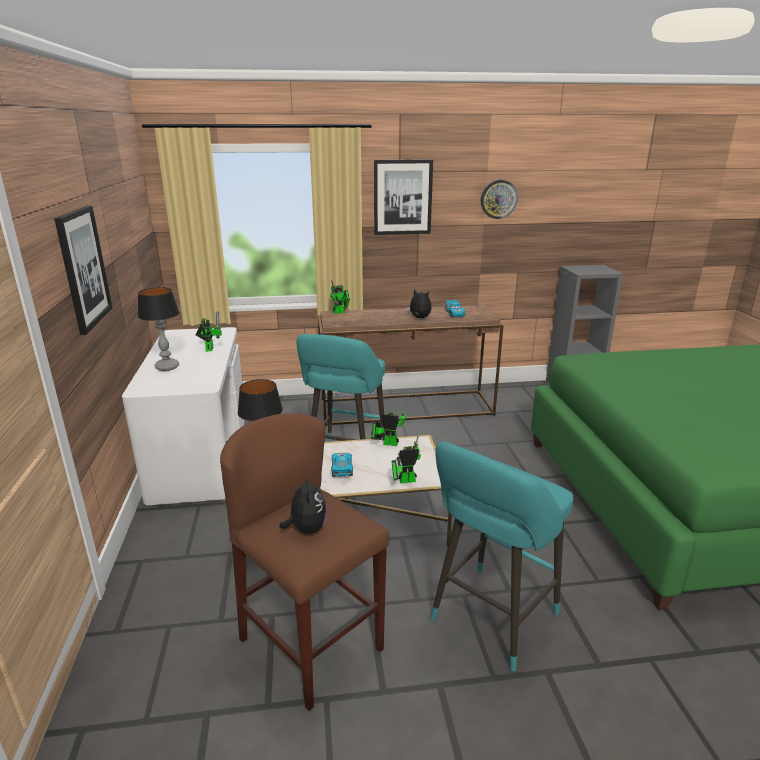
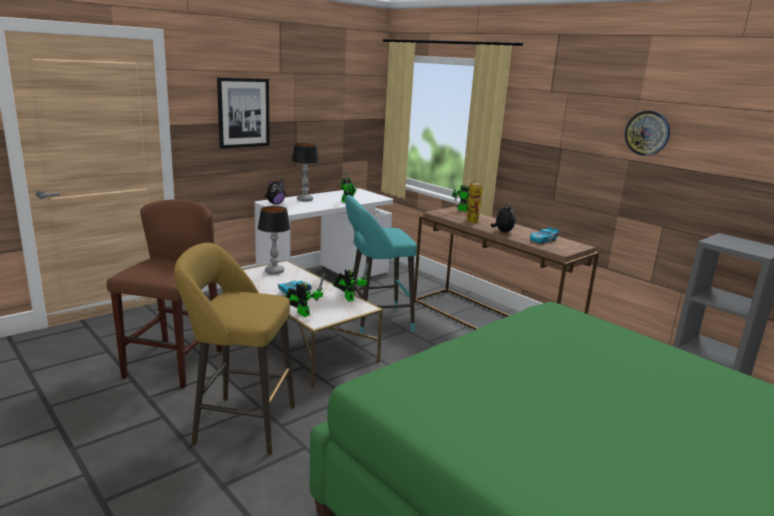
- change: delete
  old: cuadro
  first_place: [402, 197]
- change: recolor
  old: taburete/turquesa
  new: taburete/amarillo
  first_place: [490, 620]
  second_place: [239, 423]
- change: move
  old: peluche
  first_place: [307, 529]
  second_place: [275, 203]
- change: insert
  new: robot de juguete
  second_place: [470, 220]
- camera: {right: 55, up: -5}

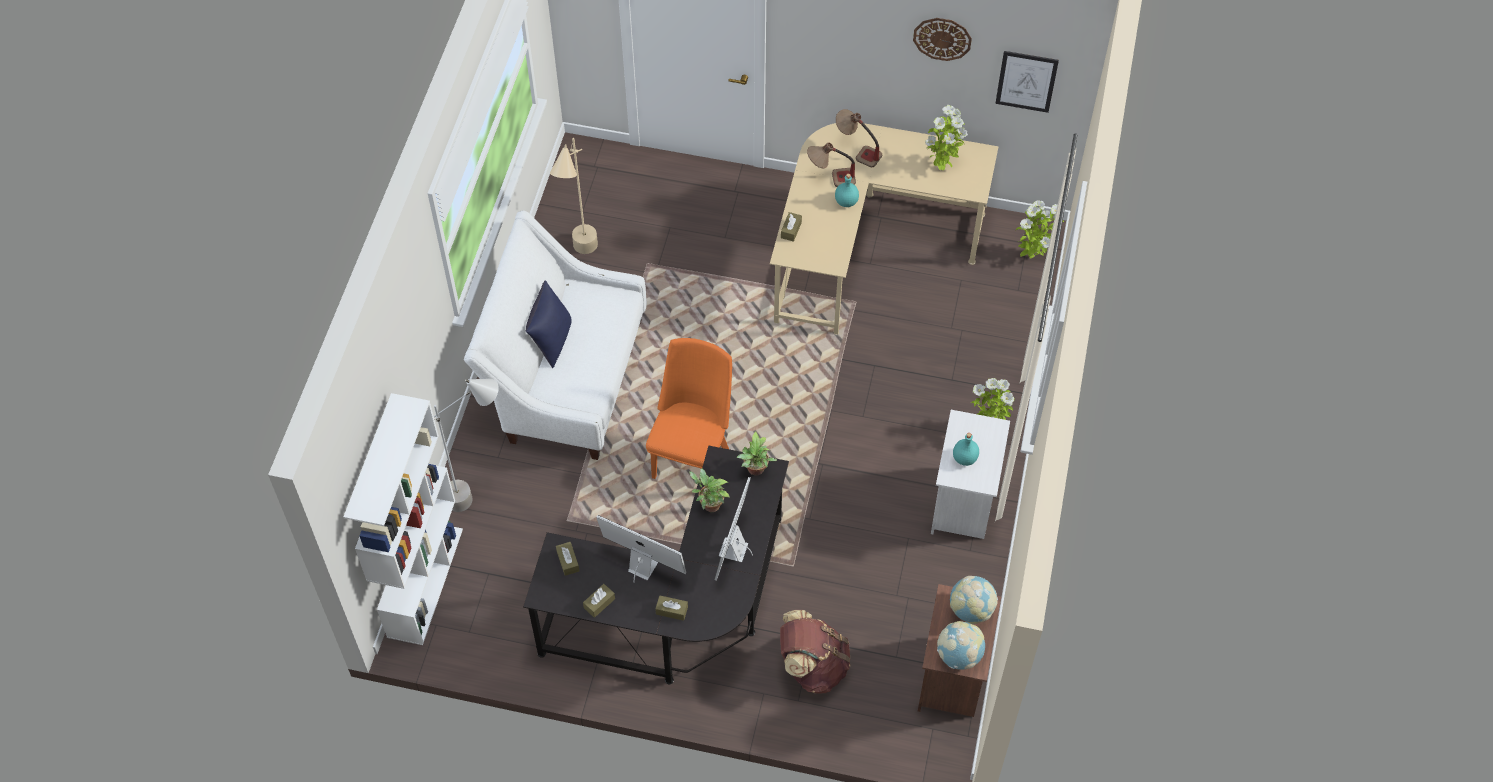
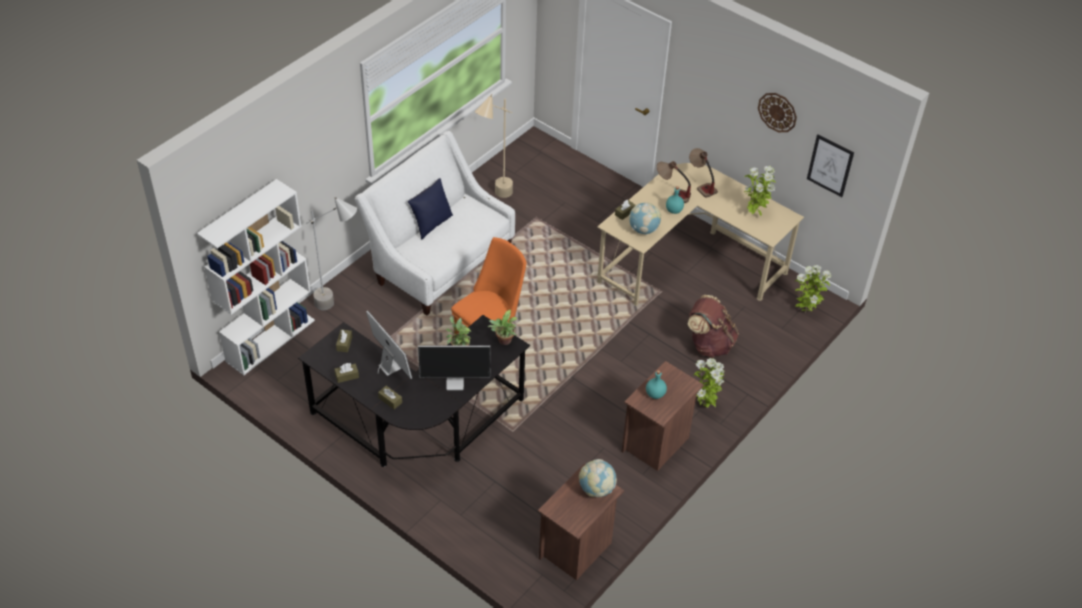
- change: recolor
  old: mesita de noche/blanco
  new: mesita de noche/marrón
  first_place: [963, 505]
  second_place: [656, 444]
- change: rotate
  old: monitor
  first_place: [733, 551]
  second_place: [455, 382]
  degrees: -135
- change: move
  old: mochila/marrón
  first_place: [812, 666]
  second_place: [709, 344]
- change: move
  old: globo terráqueo
  first_place: [959, 655]
  second_place: [643, 229]
- camera: {right: 25, up: -10}

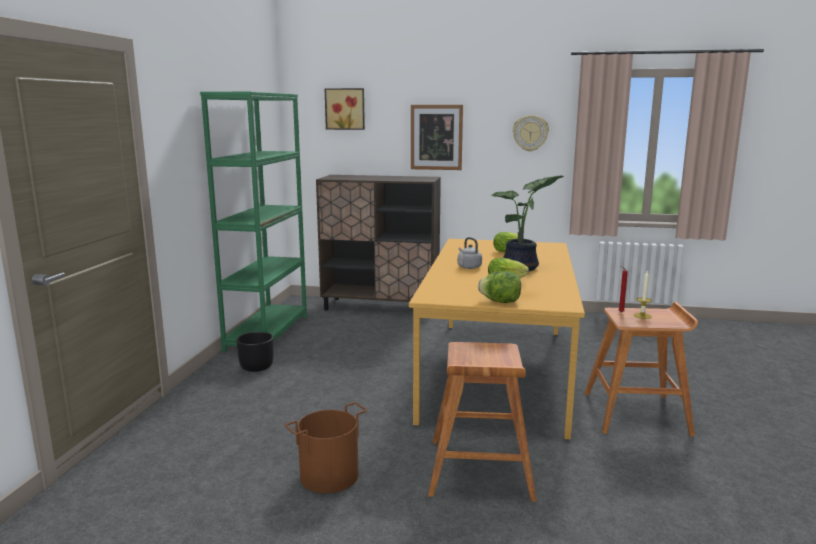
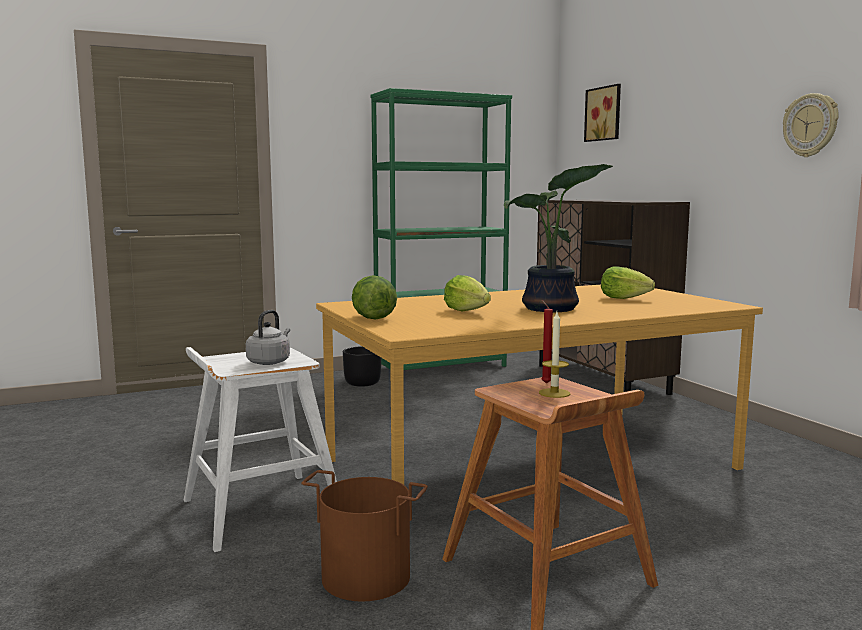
- change: delete
  old: cuadro
  first_place: [436, 137]
- change: move
  old: hervidor/gris
  first_place: [468, 267]
  second_place: [270, 362]
- change: recolor
  old: taburete/marrón
  new: taburete/blanco
  first_place: [480, 469]
  second_place: [260, 510]
- change: move
  old: cubo/marrón
  first_place: [329, 475]
  second_place: [366, 576]
- camera: {right: 55, up: -5}

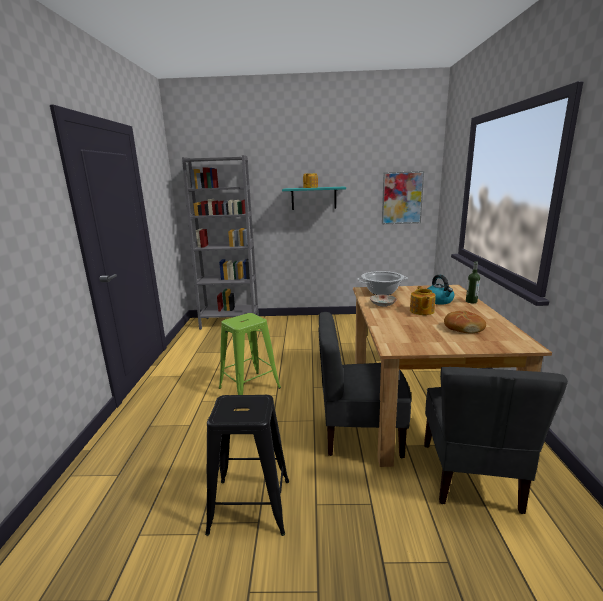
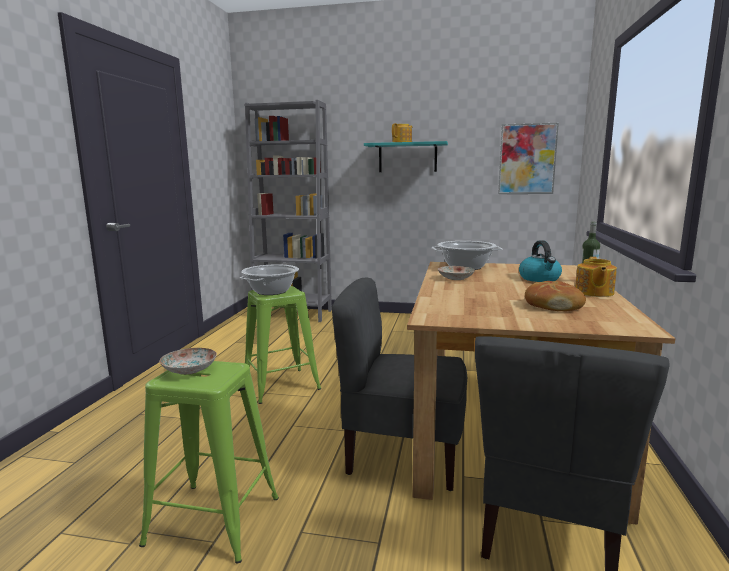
- change: move
  old: tetera
  first_place: [421, 311]
  second_place: [593, 292]
- change: recolor
  old: taburete/negro
  new: taburete/verde
  first_place: [251, 506]
  second_place: [214, 521]
- change: insert
  new: olla
  second_place: [271, 291]
- change: insert
  new: plato
  second_place: [190, 369]
- camera: {right: 10, up: -5}

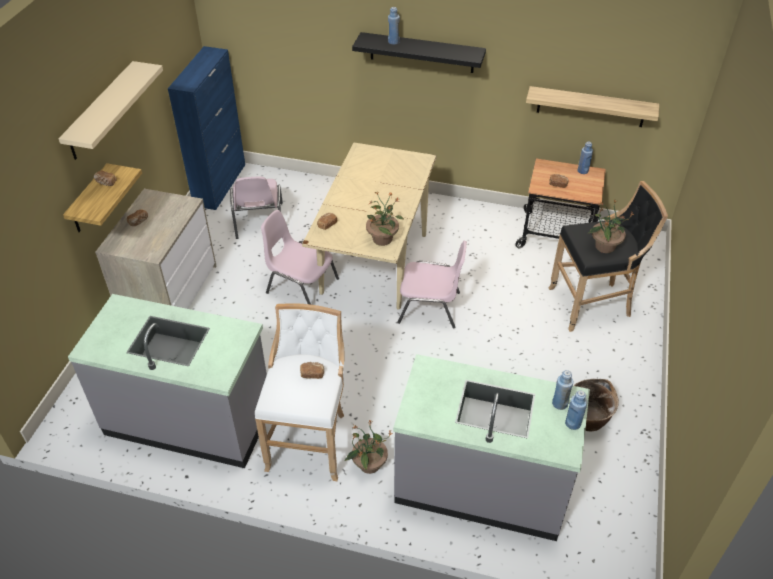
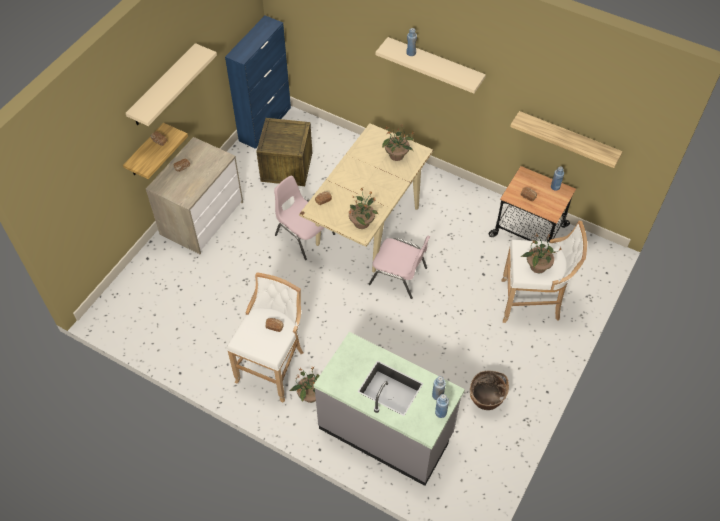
- change: recolor
  old: estante/negro
  new: estante/beis
  first_place: [422, 52]
  second_place: [435, 64]
- change: replace
  old: silla/rosa
  new: caja de embalaje
  first_place: [258, 221]
  second_place: [286, 167]
- change: recolor
  old: taburete/negro
  new: taburete/blanco
  first_place: [592, 304]
  second_place: [532, 302]
- change: delete
  old: mueble bajo de cocina/gris
  first_place: [190, 419]
- change: insert
  new: planta en maceta
  second_place: [397, 155]
- camera: {right: 15, up: 10}

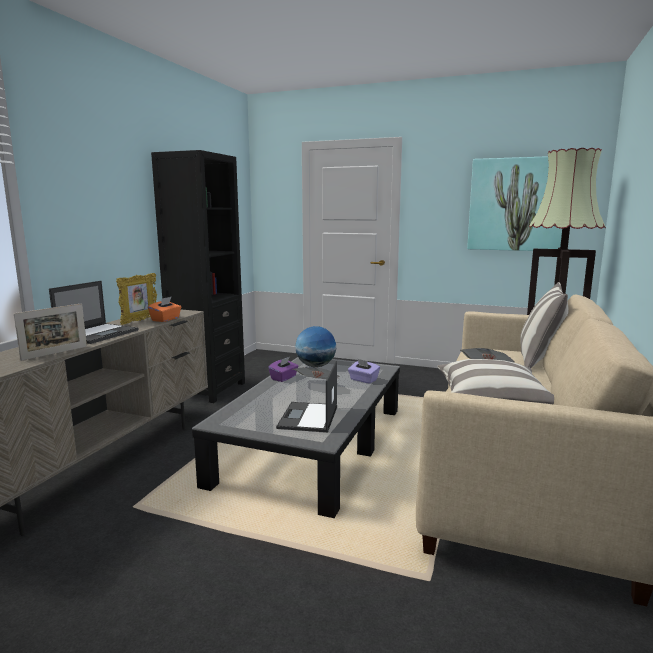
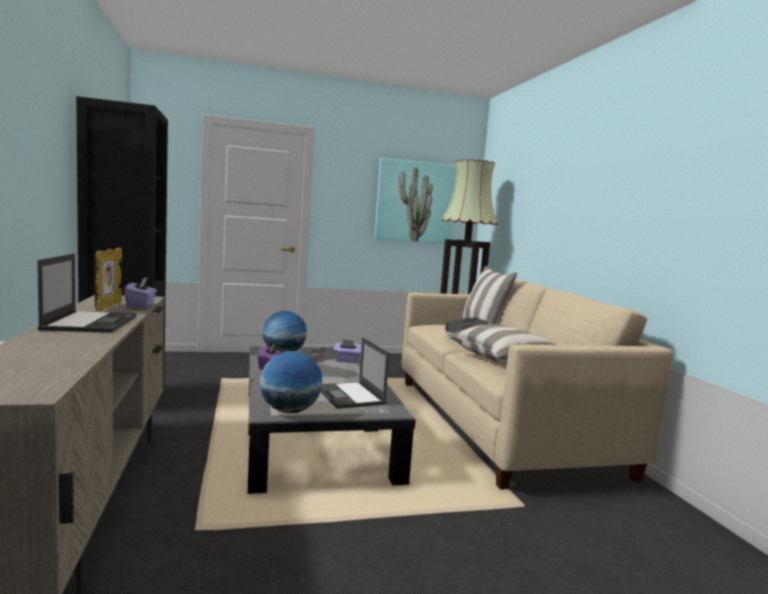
- change: recolor
  old: caja de pañuelos/naranja
  new: caja de pañuelos/morado
  first_place: [166, 319]
  second_place: [141, 305]
- change: delete
  old: portarretratos
  first_place: [55, 353]
- change: insert
  new: globo terráqueo
  second_place: [290, 411]
- camera: {right: -35, up: -5}

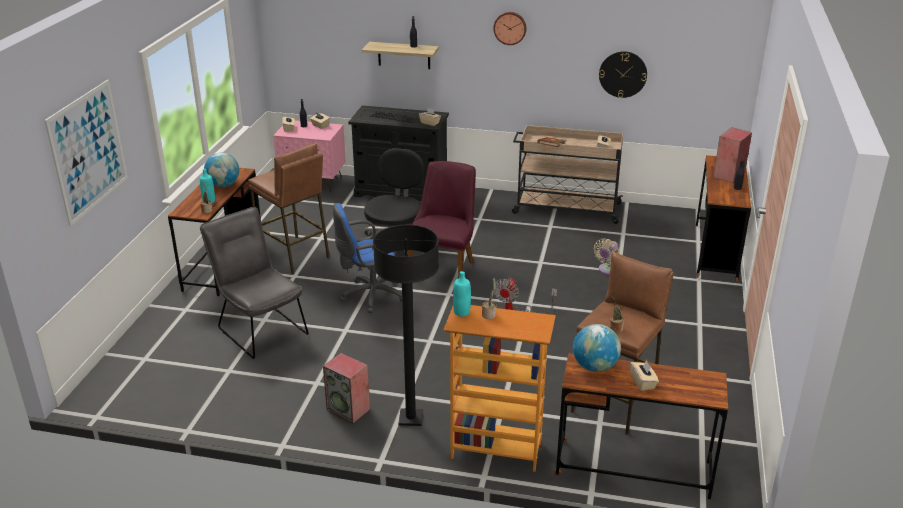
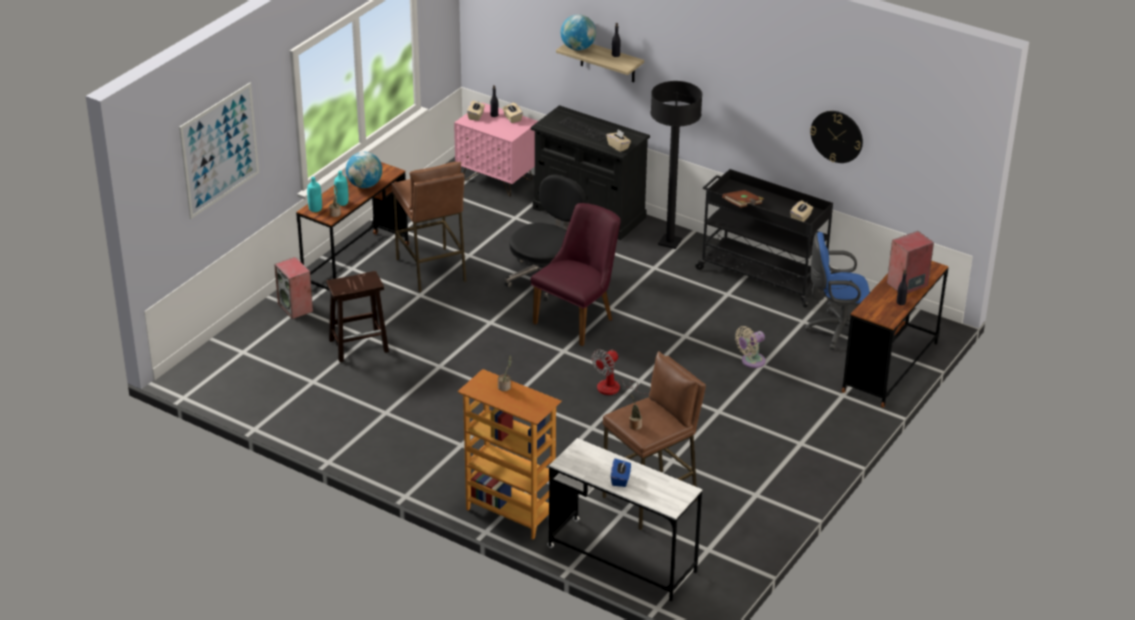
- change: delete
  old: reloj de pared
  first_place: [510, 28]
- change: recolor
  old: carrito/beis
  new: carrito/negro
  first_place: [565, 208]
  second_place: [761, 275]
- change: move
  old: silla de oficina/azul
  first_place: [369, 296]
  second_place: [837, 331]
- change: replace
  old: silla/gris
  new: taburete/marrón
  first_place: [259, 328]
  second_place: [359, 345]
- change: move
  old: lámpara de pie/negro
  first_place: [410, 418]
  second_place: [670, 242]
- change: move
  old: botella/turquesa
  first_place: [461, 312]
  second_place: [315, 209]
- change: move
  old: globo terráqueo
  first_place: [594, 366]
  second_place: [578, 48]
- change: move
  old: altavoz
  first_place: [349, 409]
  second_place: [296, 308]
- change: recolor
  old: escritorio/marrón
  new: escritorio/blanco
  first_place: [632, 468]
  second_place: [622, 559]
- change: recolor
  old: caja de pañuelos/beis
  new: caja de pañuelos/azul
  first_place: [643, 383]
  second_place: [620, 479]
- camera: {right: 20, up: 5}

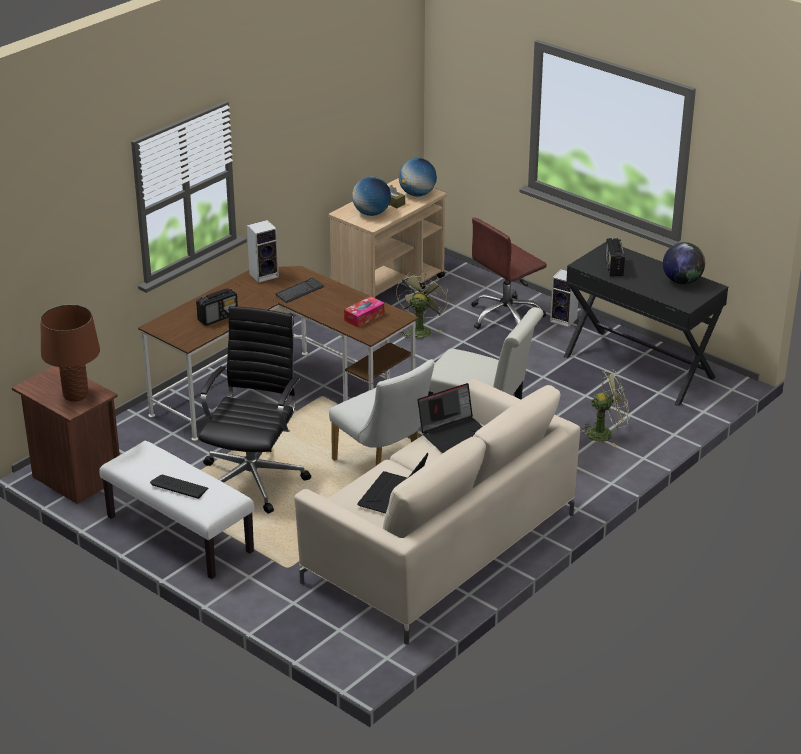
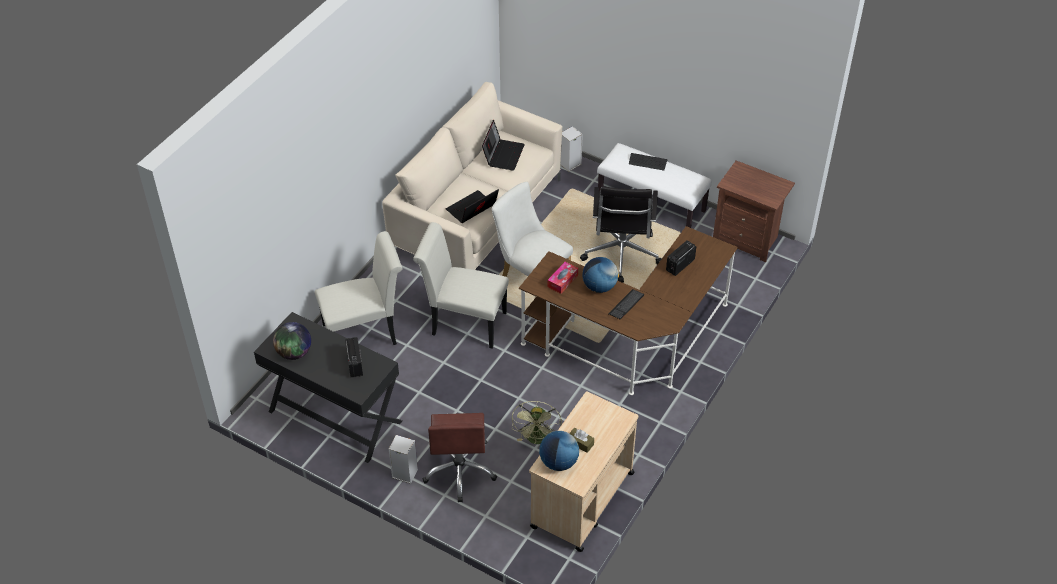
- change: move
  old: globo terráqueo
  first_place: [371, 213]
  second_place: [599, 287]
- change: rotate
  old: silla de oficina/marrón
  first_place: [506, 316]
  second_place: [460, 471]
  degrees: 135
- change: move
  old: altavoz
  first_place: [264, 275]
  second_place: [569, 164]
- change: delete
  old: lámpara de mesa/marrón
  first_place: [76, 395]
- change: replace
  old: ventilador/verde
  new: silla/blanco
  first_place: [605, 433]
  second_place: [365, 333]
- camera: {right: 170, up: 15}

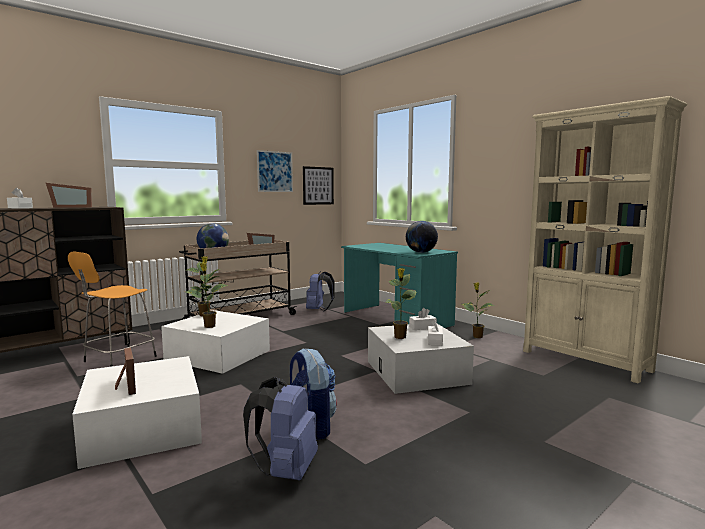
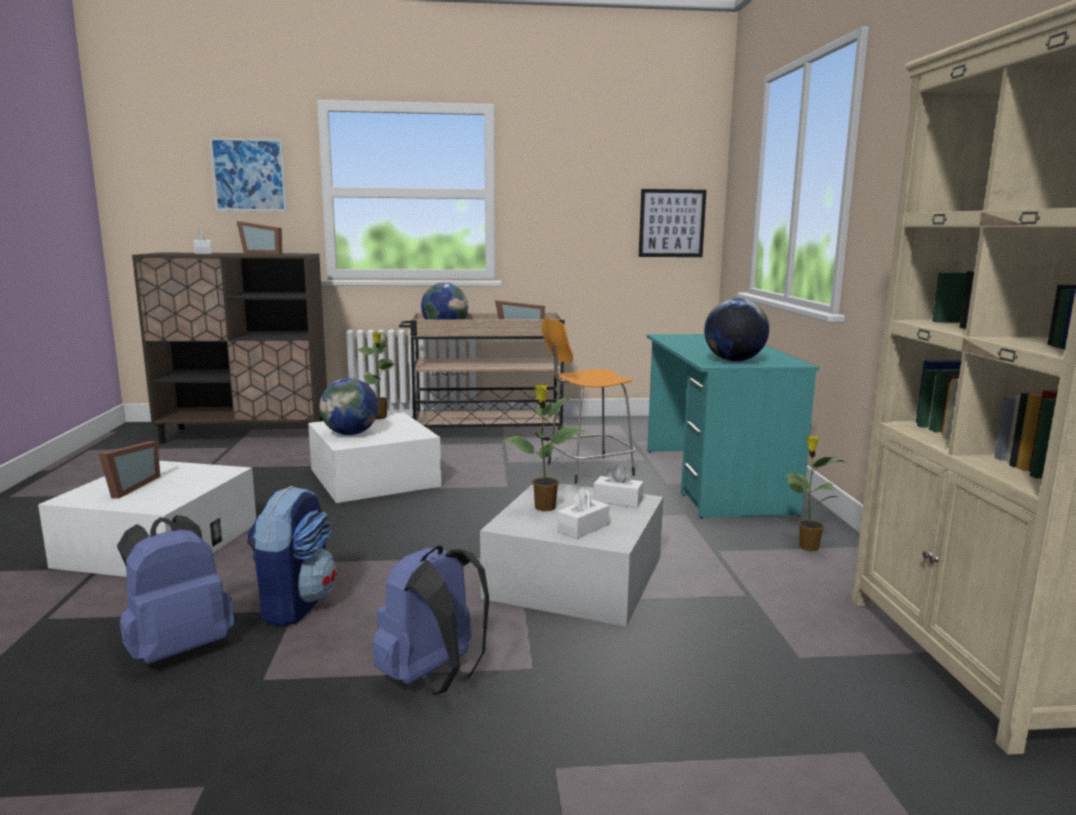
- change: move
  old: cuadro
  first_place: [275, 171]
  second_place: [249, 175]
- change: move
  old: taburete/naranja
  first_place: [118, 360]
  second_place: [587, 470]
- change: replace
  old: planta en maceta
  new: globo terráqueo
  first_place: [209, 326]
  second_place: [350, 434]
- change: move
  old: mochila/azul
  first_place: [318, 310]
  second_place: [434, 679]
- camera: {right: 35, up: 5}

